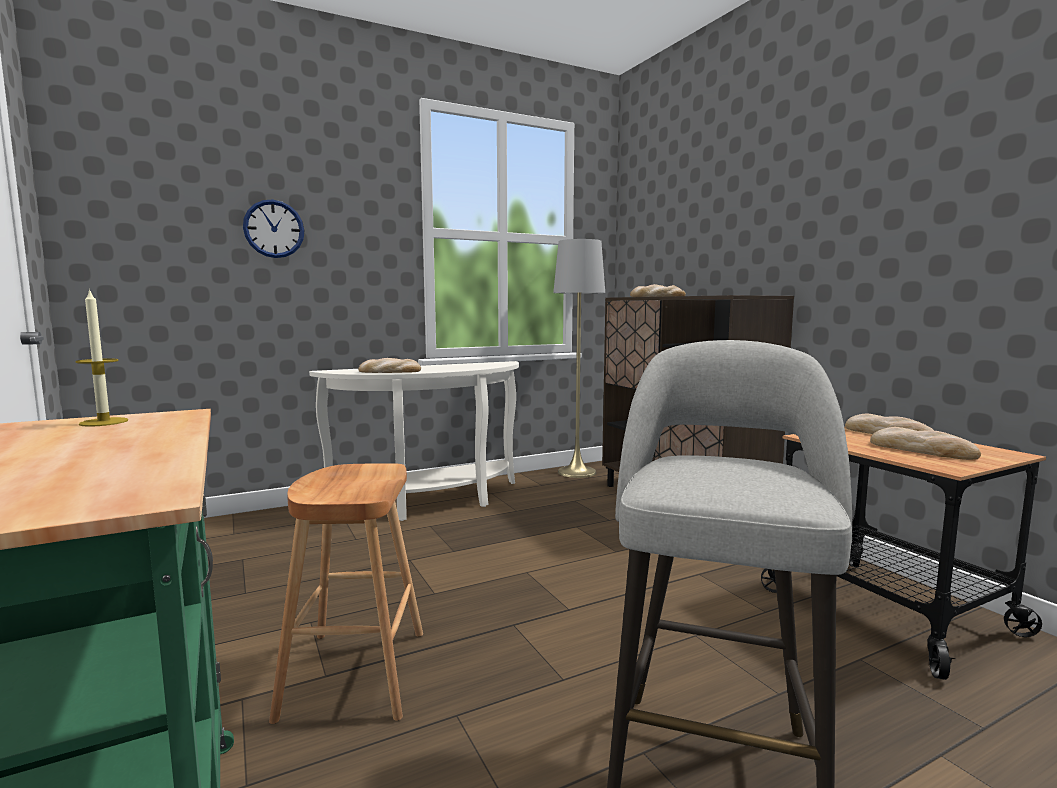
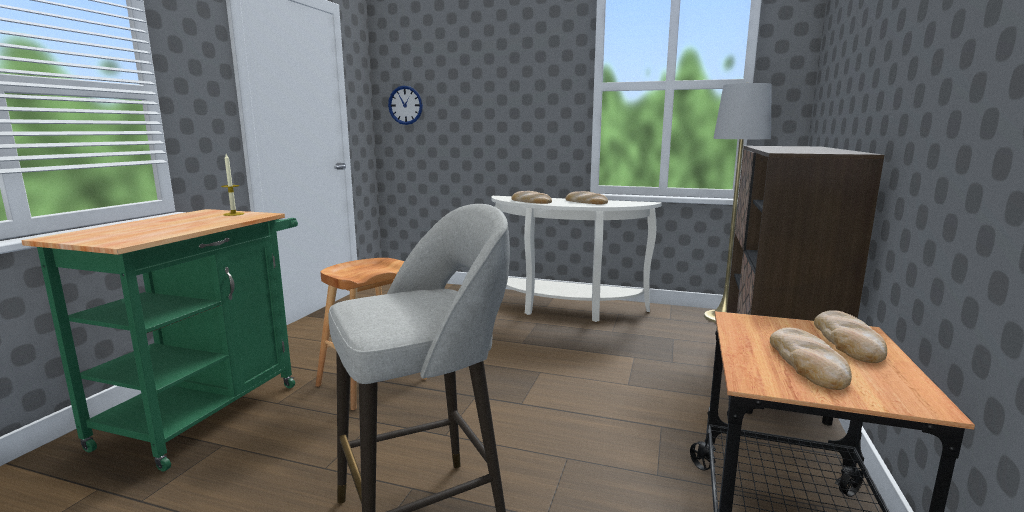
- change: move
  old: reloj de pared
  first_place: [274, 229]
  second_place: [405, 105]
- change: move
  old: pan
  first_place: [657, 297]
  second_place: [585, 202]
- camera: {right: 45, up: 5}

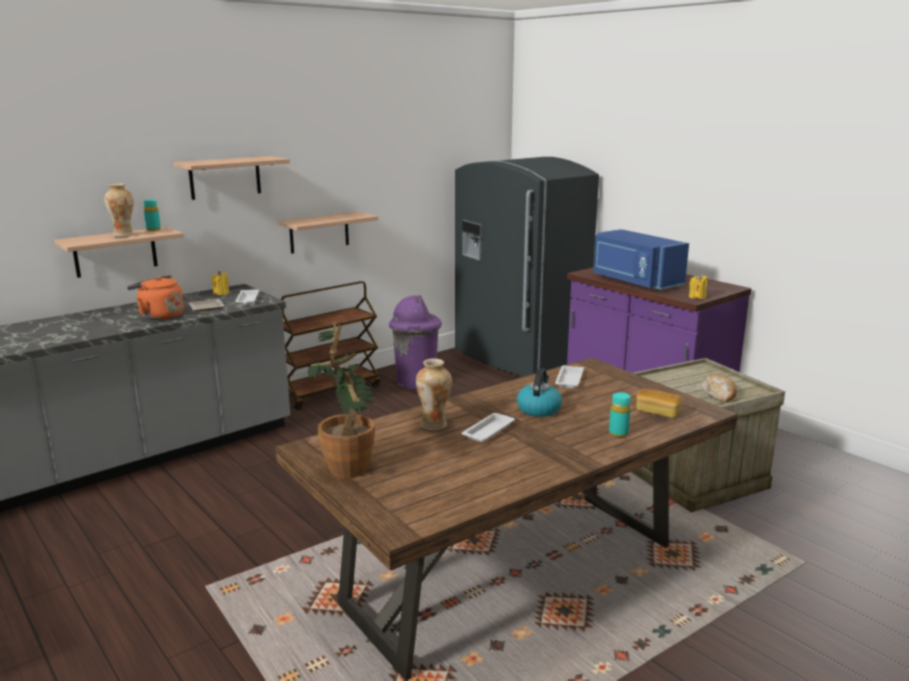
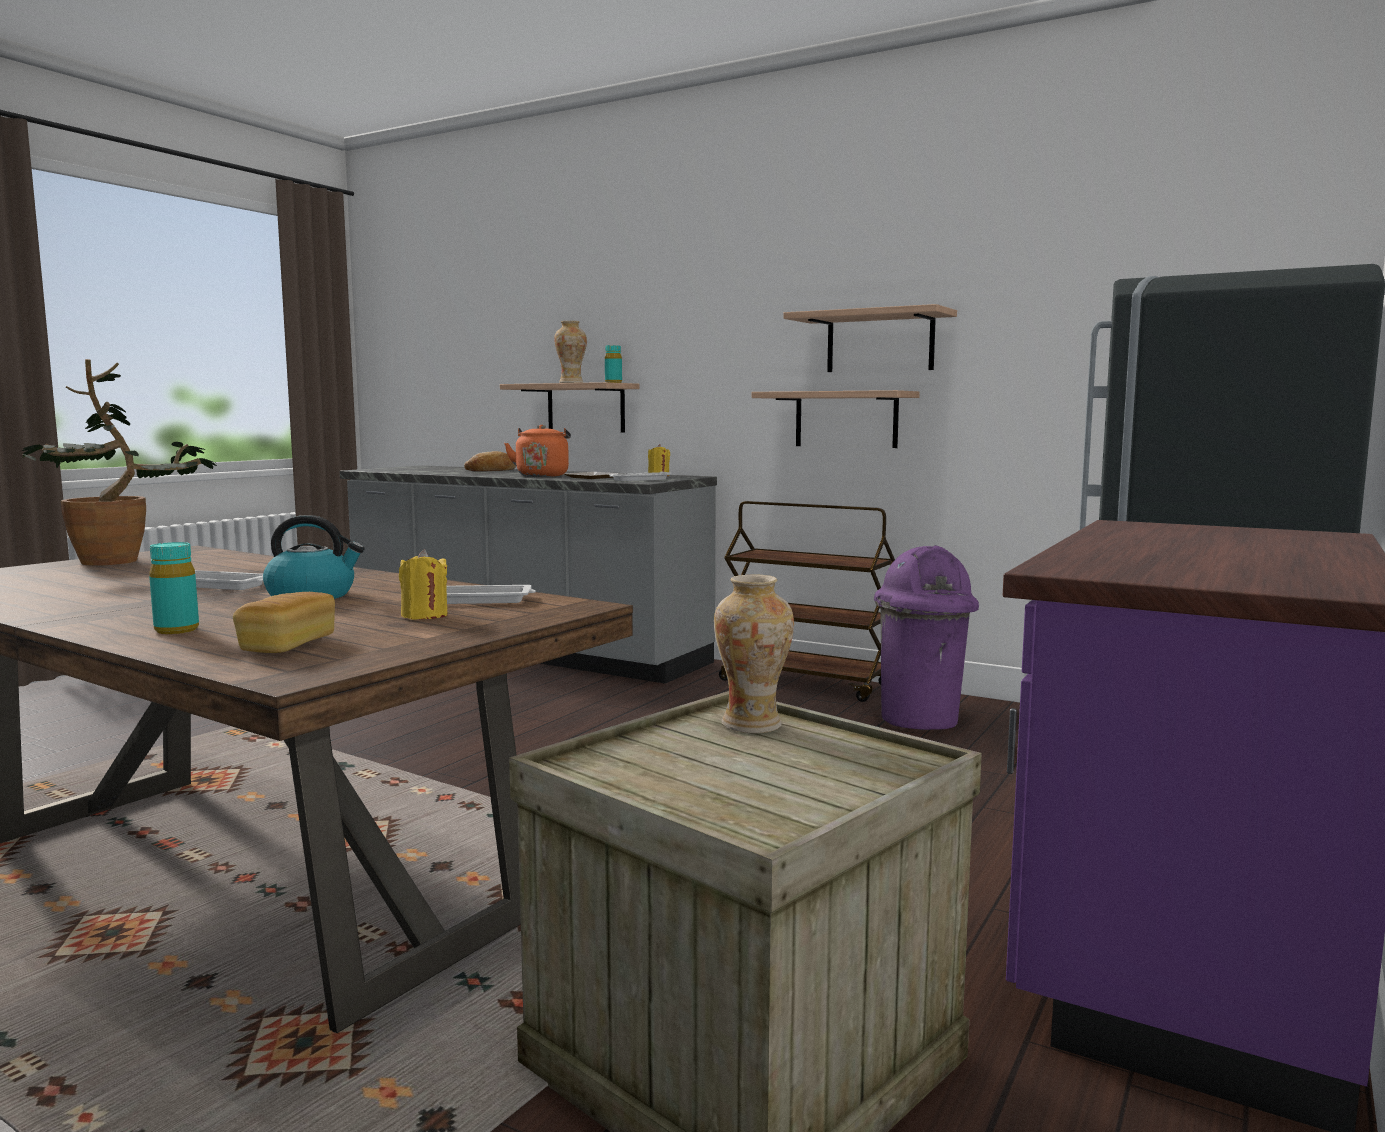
- change: move
  old: estante
  first_place: [225, 177]
  second_place: [880, 342]
- change: delete
  old: microondas/azul
  first_place: [634, 281]
- change: move
  old: vela/amarillo
  first_place: [697, 297]
  second_place: [424, 615]
- change: move
  old: florero
  first_place: [434, 425]
  second_place: [752, 725]
- change: move
  old: pan
  first_place: [719, 394]
  second_place: [491, 470]
- camera: {right: 70, up: -10}

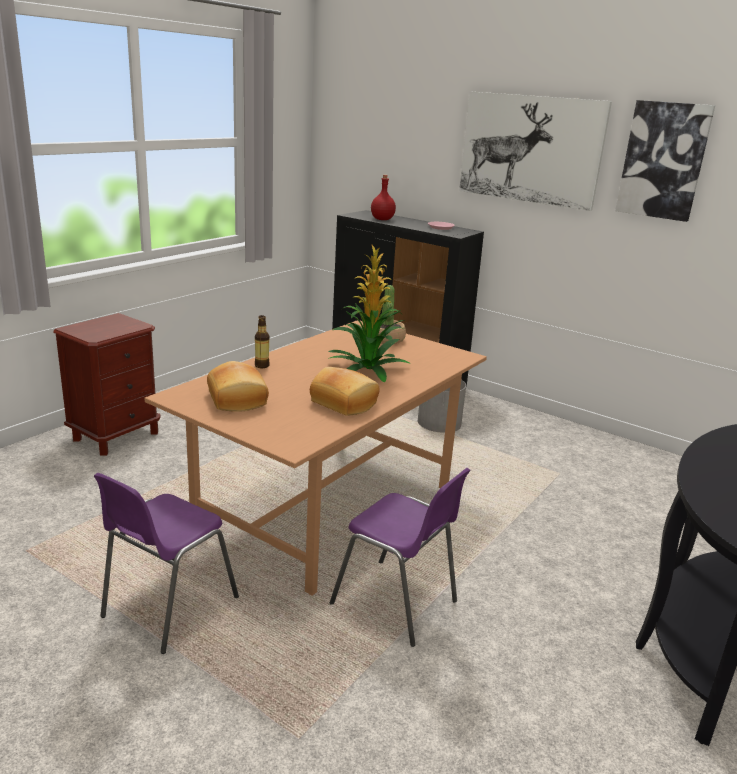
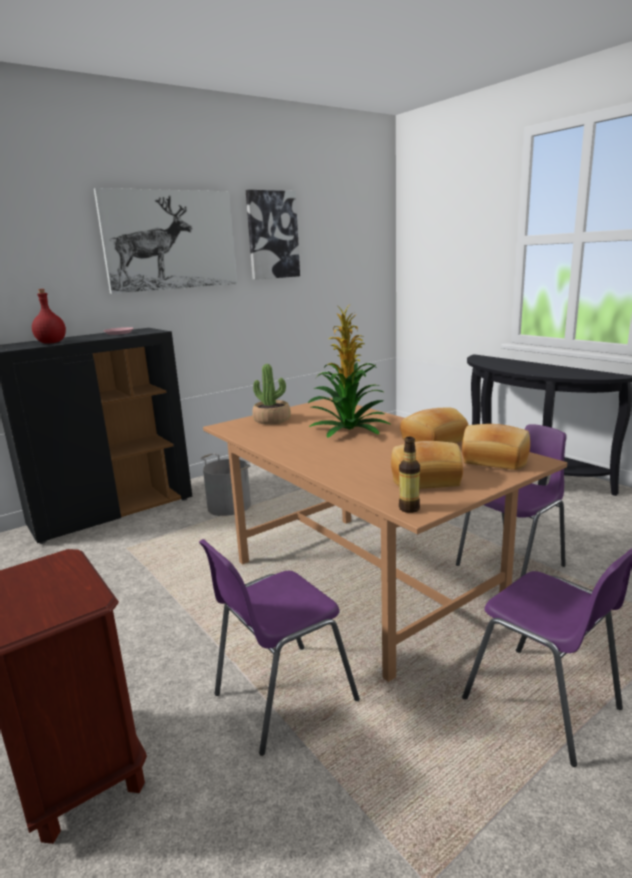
- change: move
  old: botella
  first_place: [262, 366]
  second_place: [409, 508]
- change: insert
  new: pan
  second_place: [494, 461]
- change: insert
  new: silla/morado
  second_place: [281, 698]
- camera: {right: -70, up: -5}

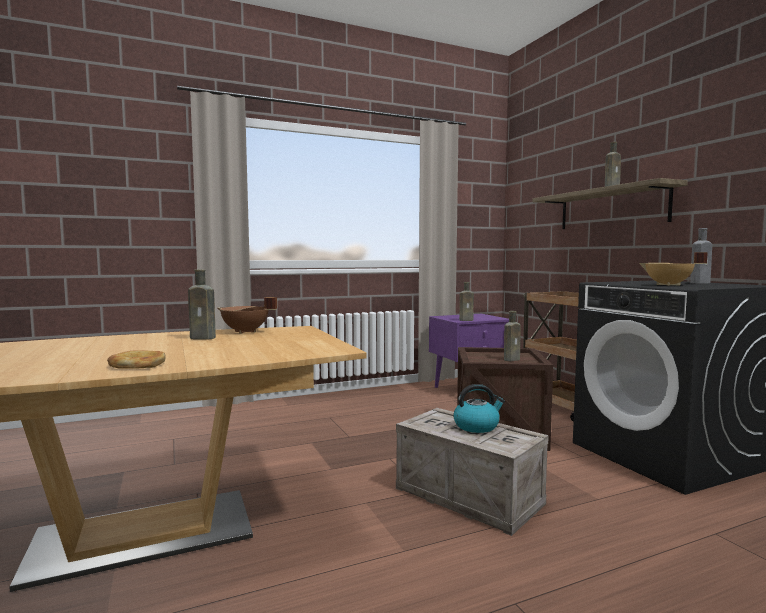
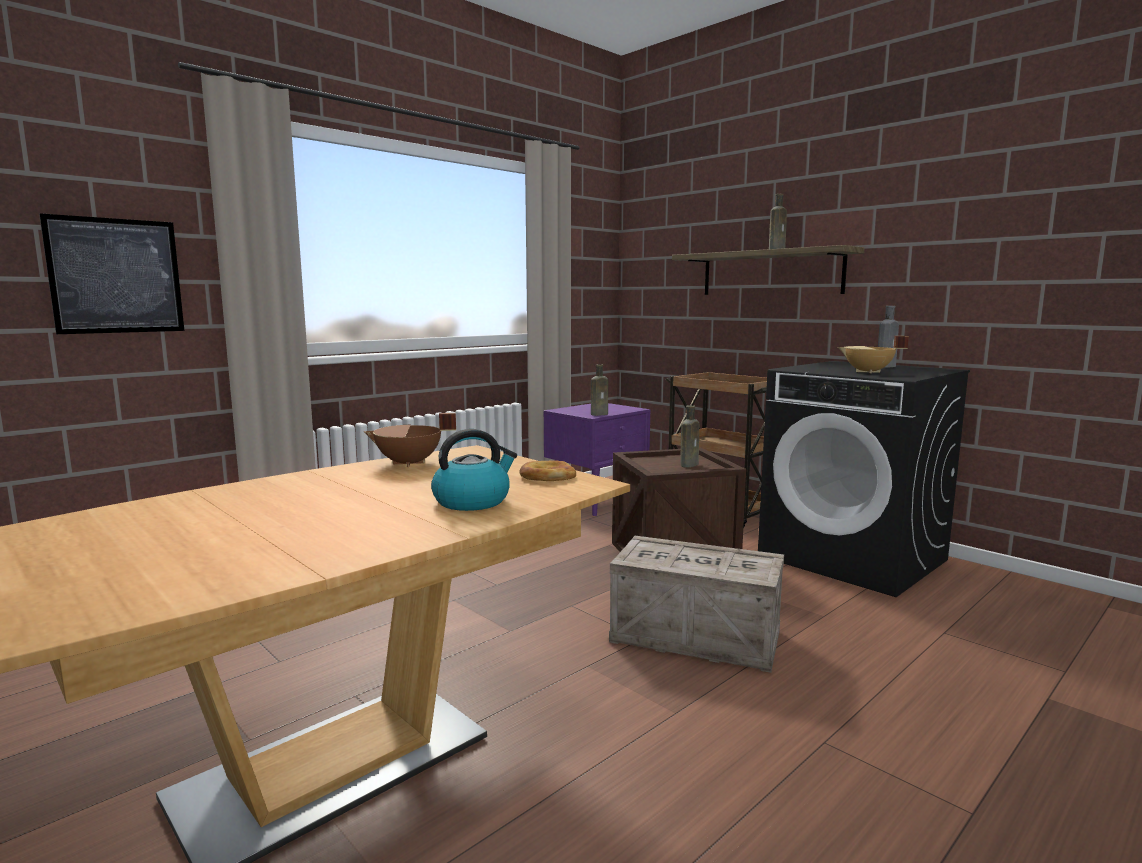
- change: delete
  old: botella/marrón
  first_place: [204, 338]
- change: move
  old: pan
  first_place: [137, 364]
  second_place: [547, 476]
- change: move
  old: hervidor
  first_place: [477, 426]
  second_place: [473, 501]
- change: insert
  new: cuadro
  second_place: [116, 276]
- camera: {right: -20, up: 5}

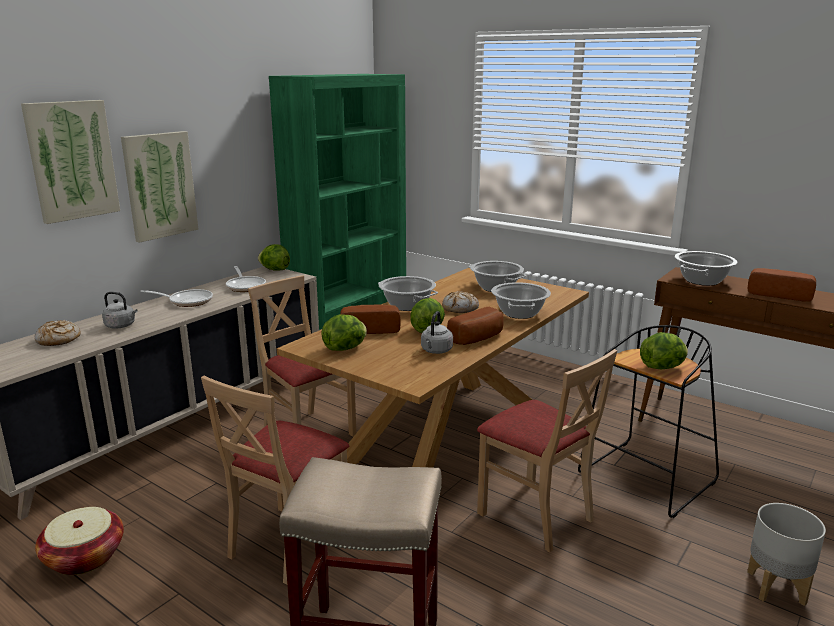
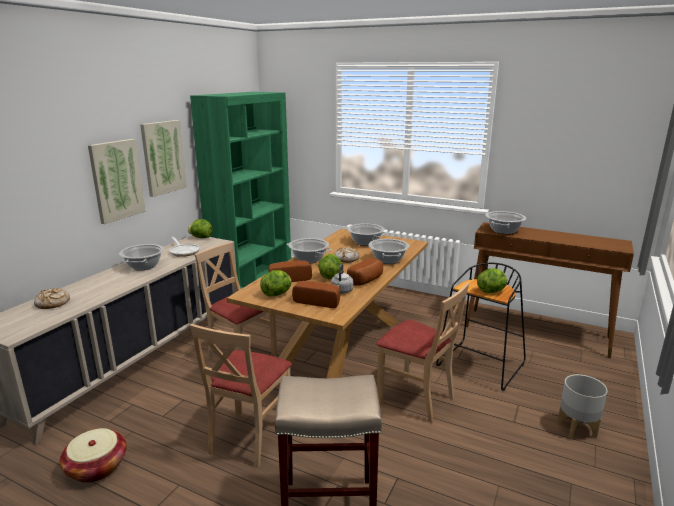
- change: move
  old: cuadro
  first_place: [72, 160]
  second_place: [163, 157]
- change: move
  old: pan
  first_place: [779, 294]
  second_place: [318, 301]
- change: replace
  old: sartén
  new: olla
  first_place: [187, 301]
  second_place: [143, 266]
- change: delete
  old: hervidor/gris
  first_place: [121, 326]
- camera: {right: -10, up: 0}

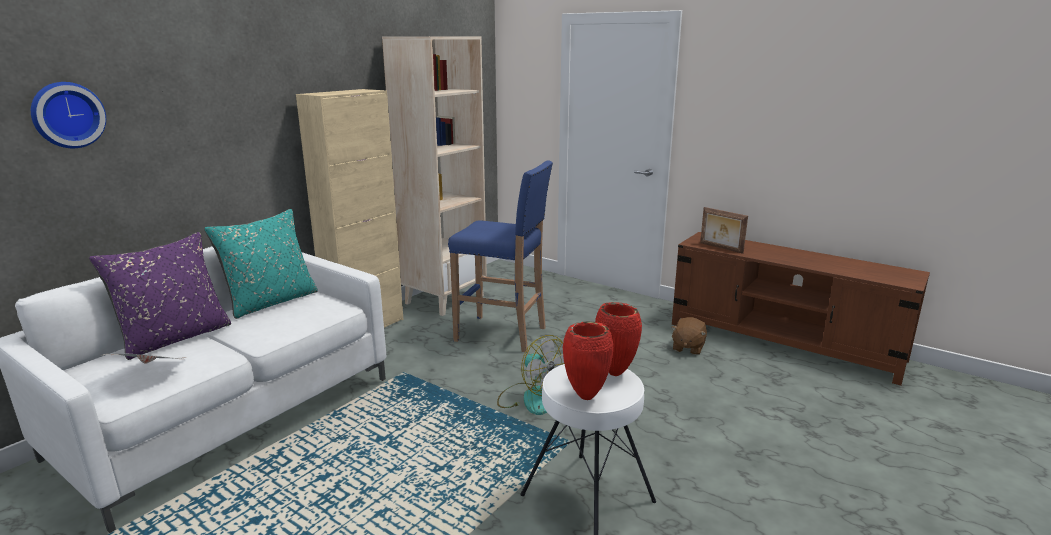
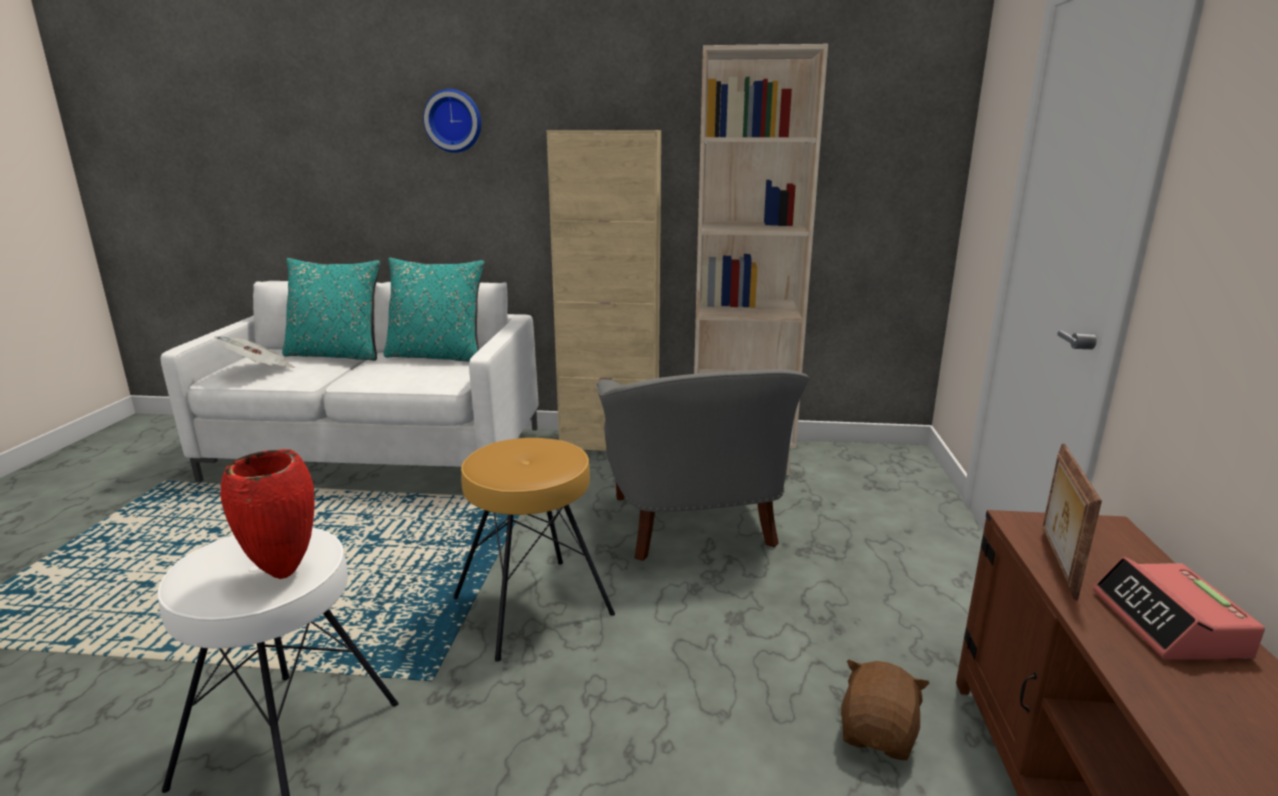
- change: move
  old: reloj de pared
  first_place: [67, 115]
  second_place: [454, 121]
- change: replace
  old: taburete/azul
  new: sillón/gris
  first_place: [502, 334]
  second_place: [693, 526]
- change: recolor
  old: cojín/morado
  new: cojín/turquesa
  first_place: [175, 338]
  second_place: [336, 355]
- change: rotate
  old: peluche/marrón
  first_place: [687, 348]
  second_place: [878, 734]
  degrees: 120
- change: delete
  old: florero/rojo
  first_place: [585, 396]
- change: replace
  old: ventilador
  new: taburete/marrón
  first_place: [531, 398]
  second_place: [533, 607]
- change: insert
  new: despertador
  second_place: [1169, 625]
- camera: {right: 60, up: 0}

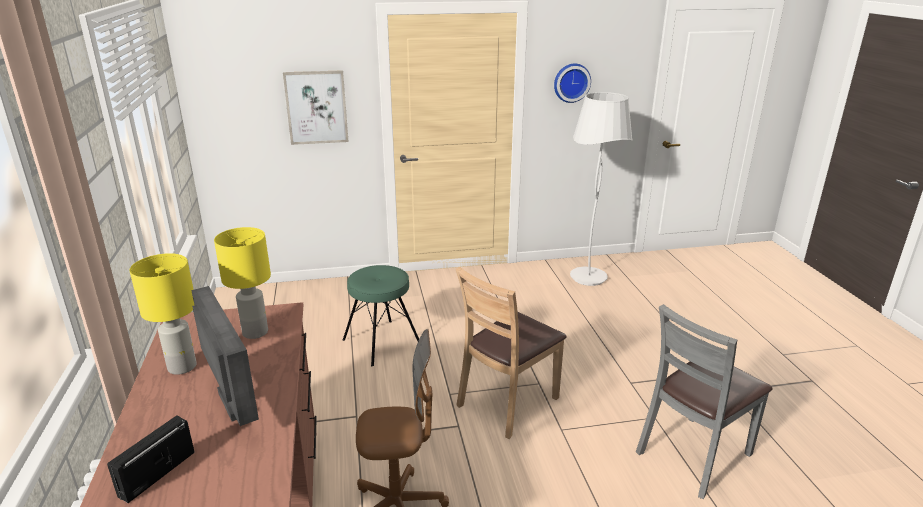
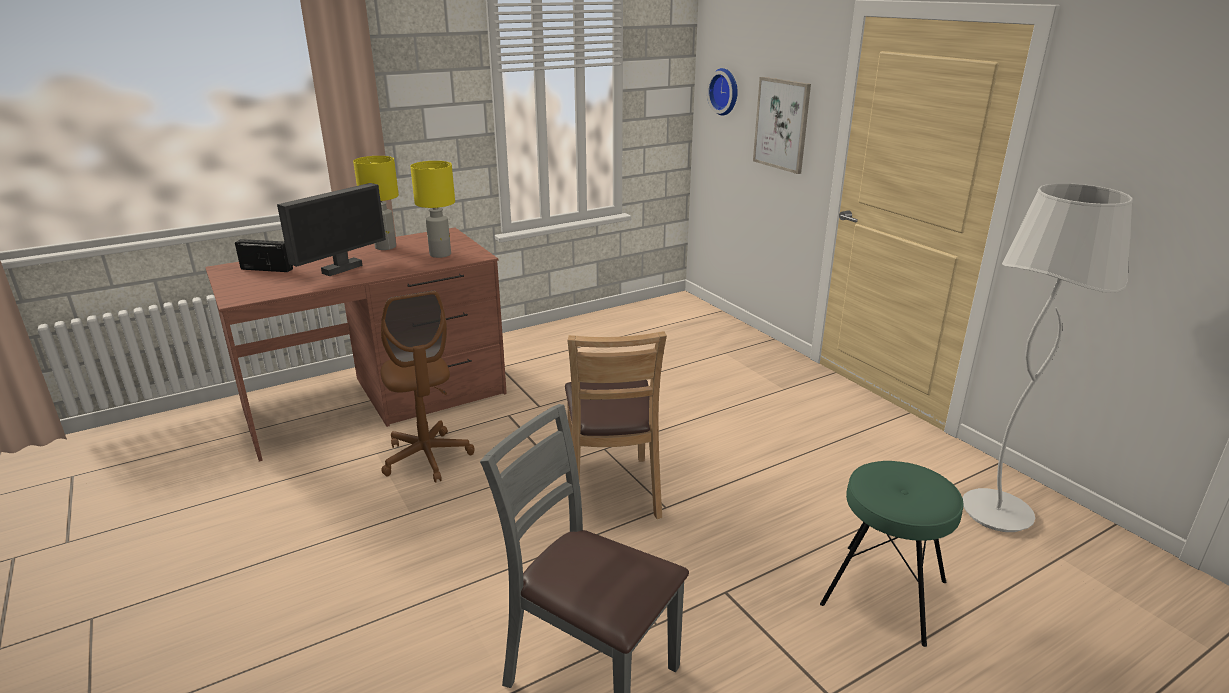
- change: move
  old: reloj de pared
  first_place: [571, 82]
  second_place: [725, 91]
- change: move
  old: taburete/verde
  first_place: [381, 342]
  second_place: [883, 593]
- change: rotate
  old: silla/marrón
  first_place: [507, 403]
  second_place: [611, 490]
  degrees: -120
- camera: {right: 70, up: 0}

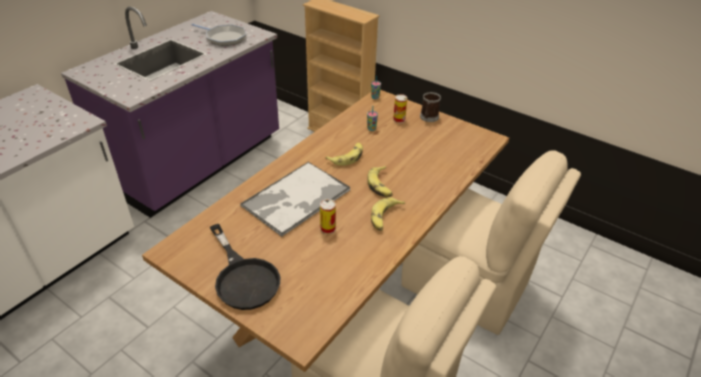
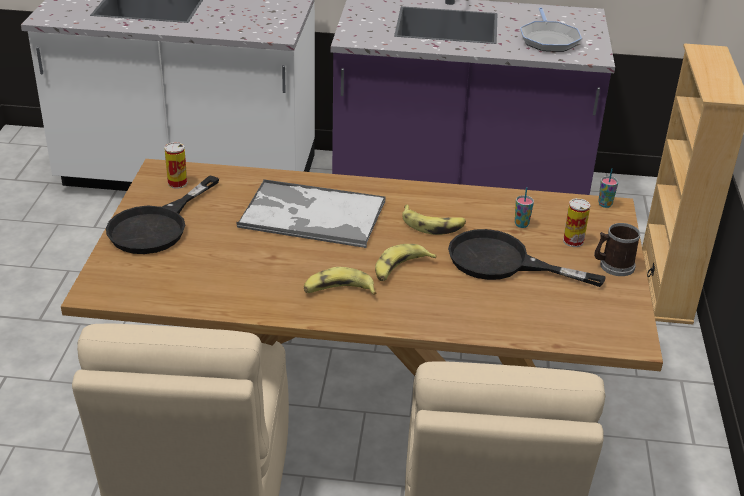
- change: move
  old: lata
  first_place: [328, 229]
  second_place: [177, 183]
- change: insert
  new: sartén/negro
  second_place: [502, 262]
- camera: {right: 60, up: -5}

